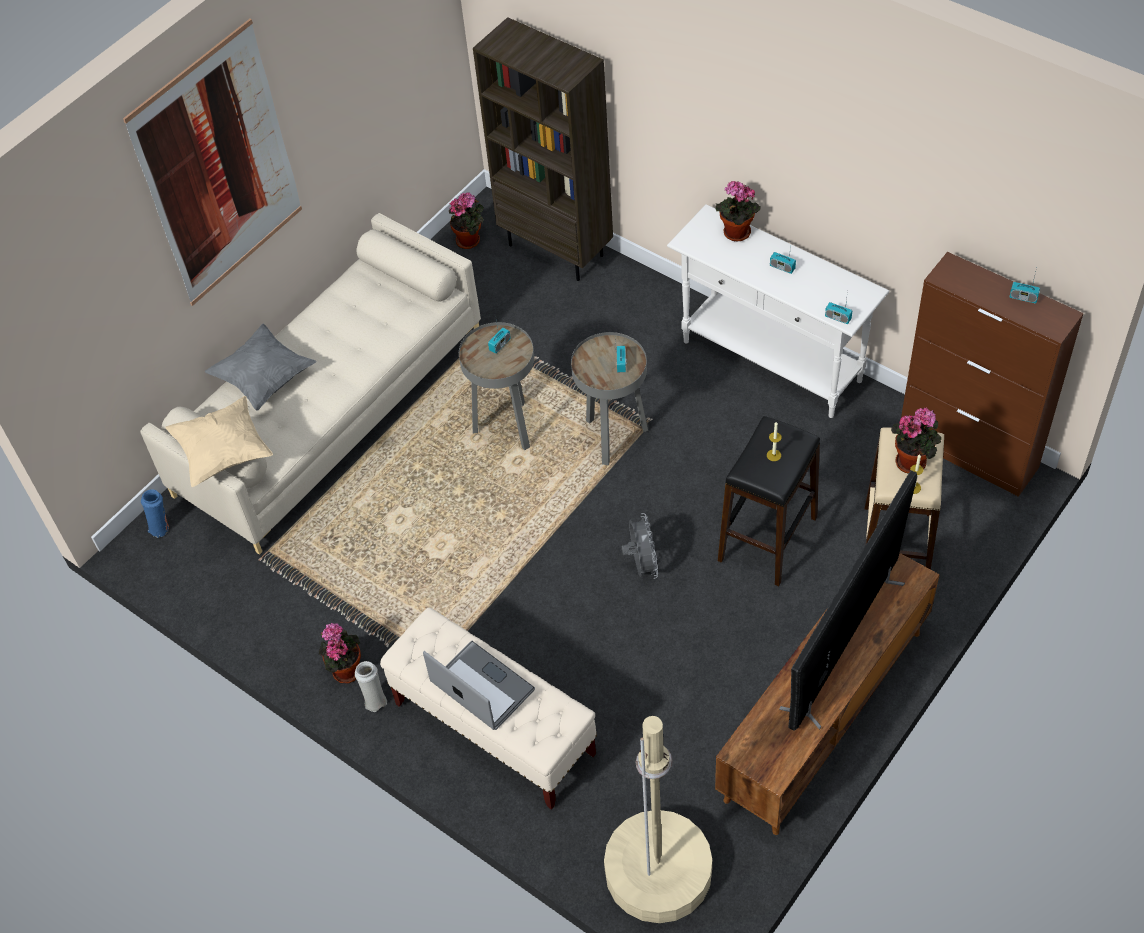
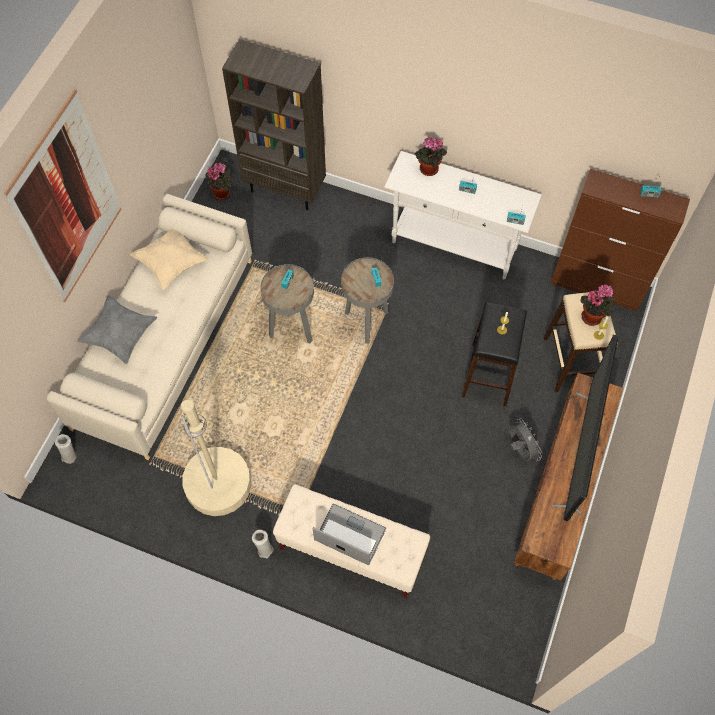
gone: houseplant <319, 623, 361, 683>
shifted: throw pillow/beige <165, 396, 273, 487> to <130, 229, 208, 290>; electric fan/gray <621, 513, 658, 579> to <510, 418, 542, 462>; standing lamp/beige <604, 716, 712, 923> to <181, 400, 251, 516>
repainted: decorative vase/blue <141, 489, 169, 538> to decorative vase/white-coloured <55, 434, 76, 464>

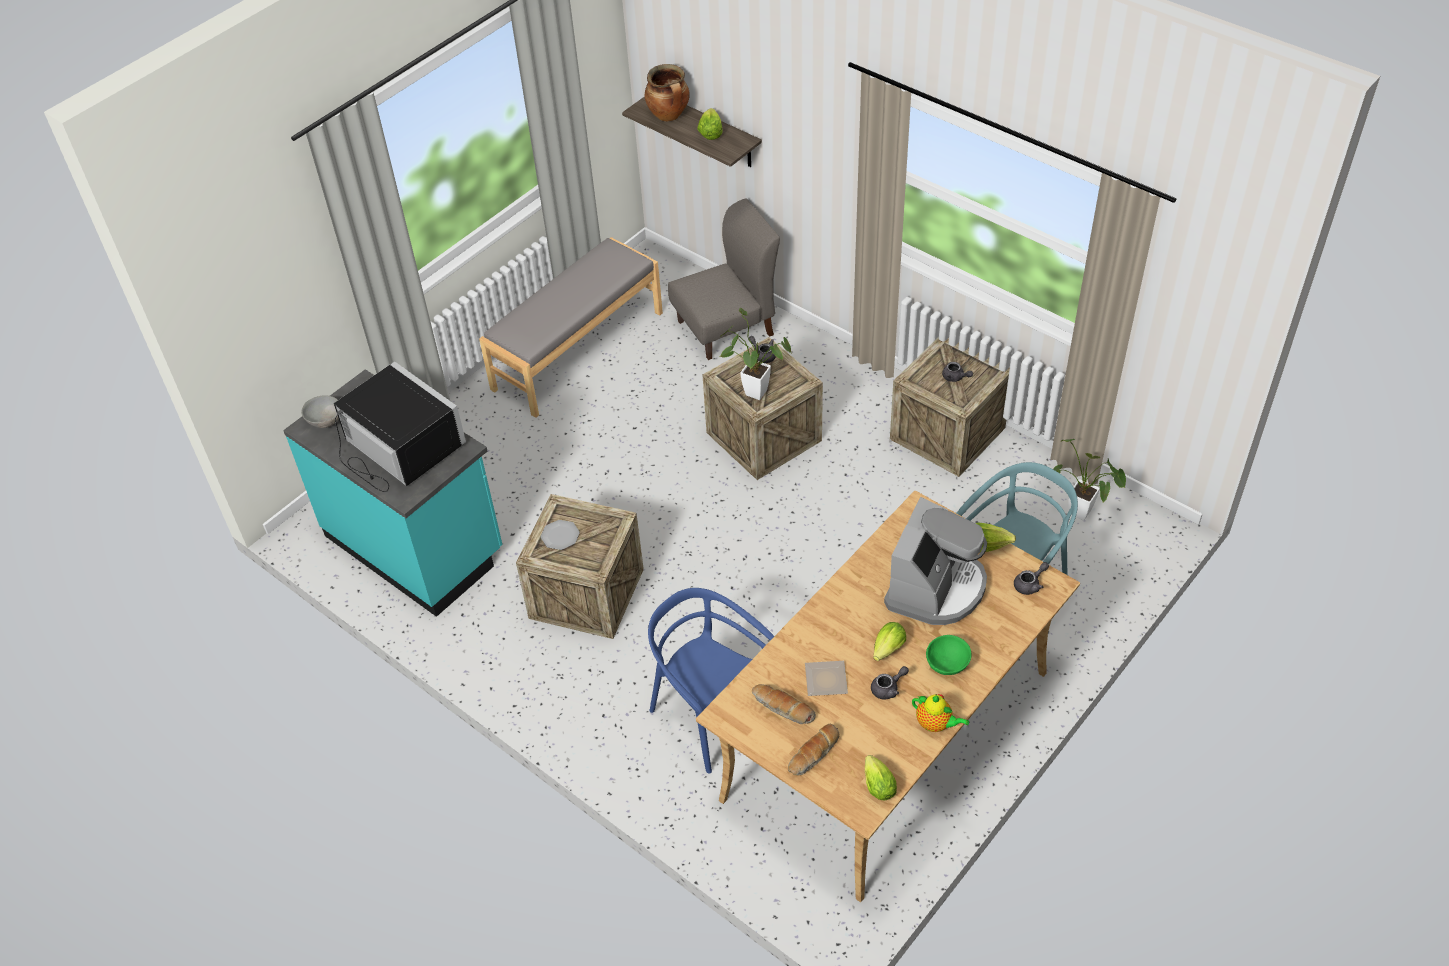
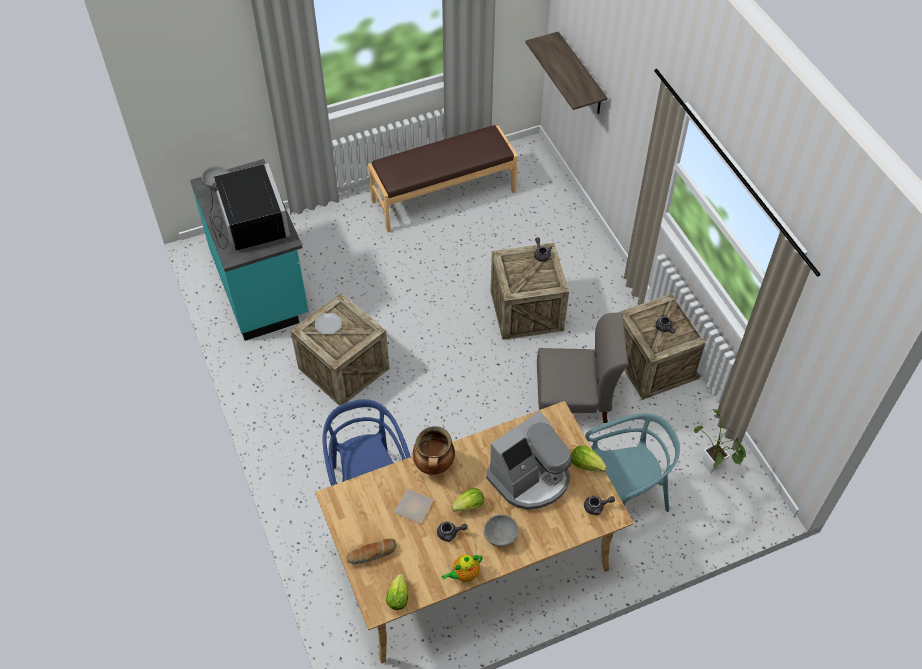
gone: lettuce <697, 108, 723, 140>; houseplant <719, 308, 792, 400>; bread <752, 684, 816, 724>
shifted: cooking pot <645, 64, 690, 122> to <413, 426, 455, 475>; upright chair/gray <668, 199, 780, 360> to <537, 313, 628, 423>
repainted: bench/gray <479, 237, 663, 418> to bench/brown <368, 125, 518, 232>; serving bowl/greenish <926, 635, 972, 675> to serving bowl/gray <483, 515, 519, 547>
rotated: teapot <912, 694, 969, 732> = <442, 555, 483, 582> 90 degrees clockwise

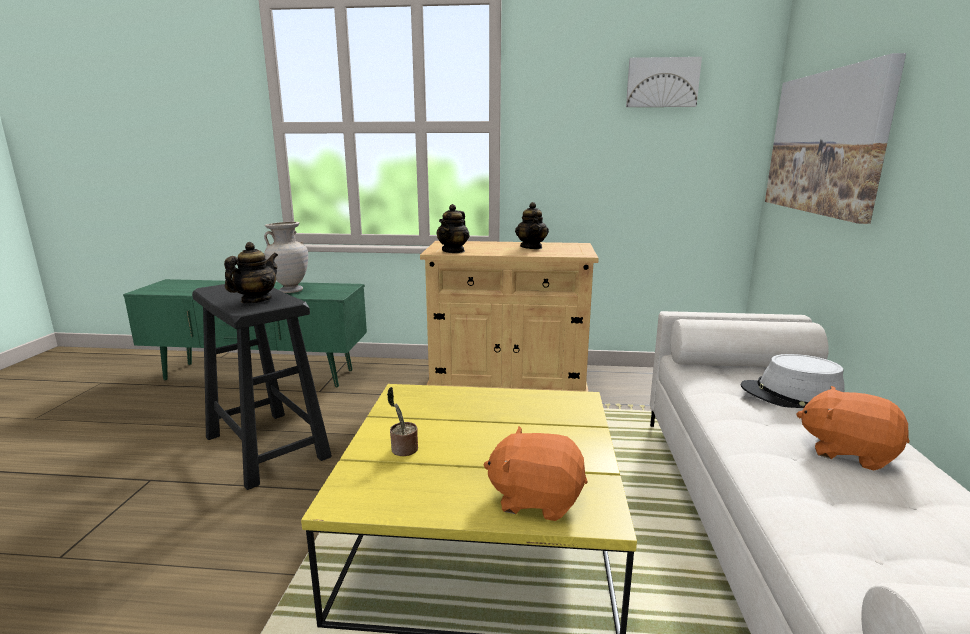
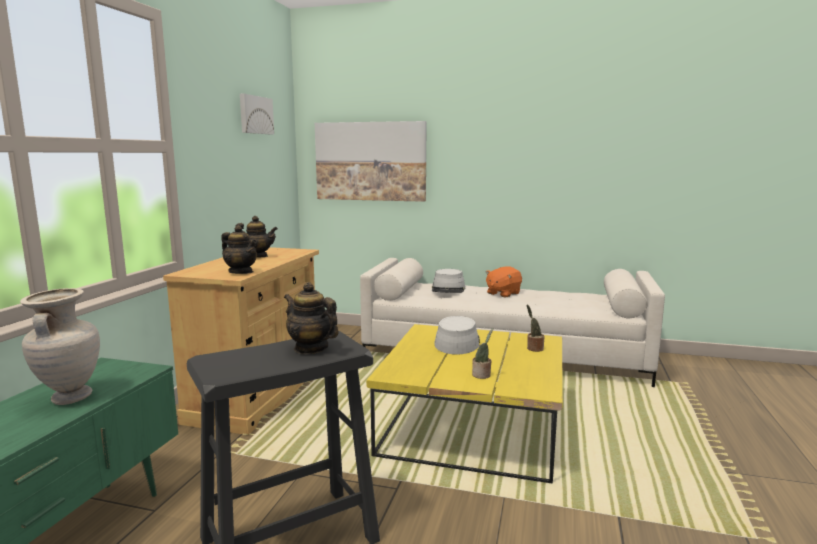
new: clothing hat/gray <434, 316, 480, 355>
swapped: plush toy/orangey <483, 426, 587, 521> to houseplant <527, 305, 545, 352>

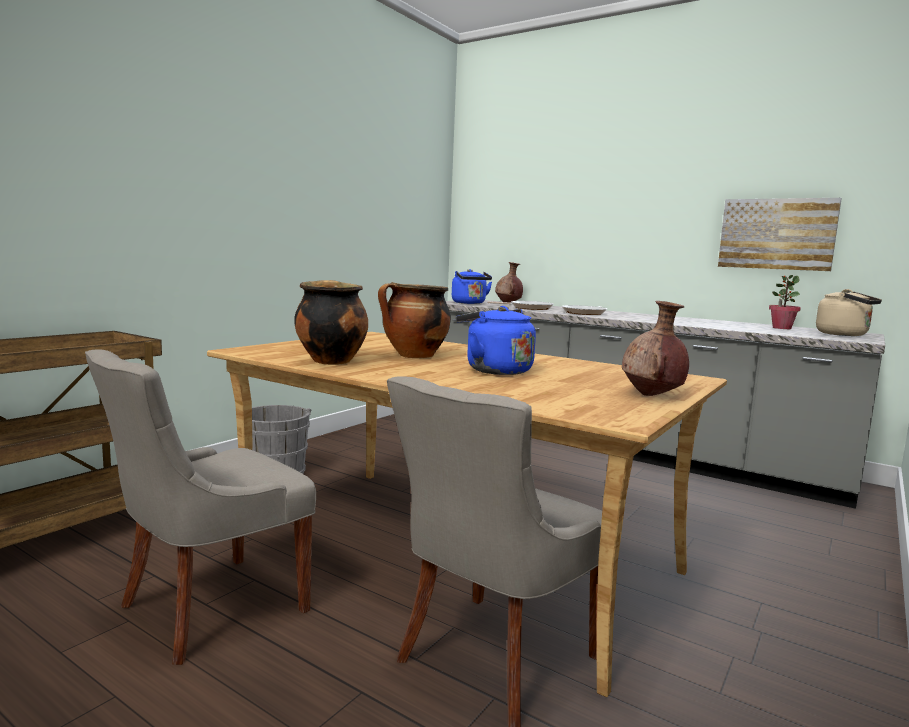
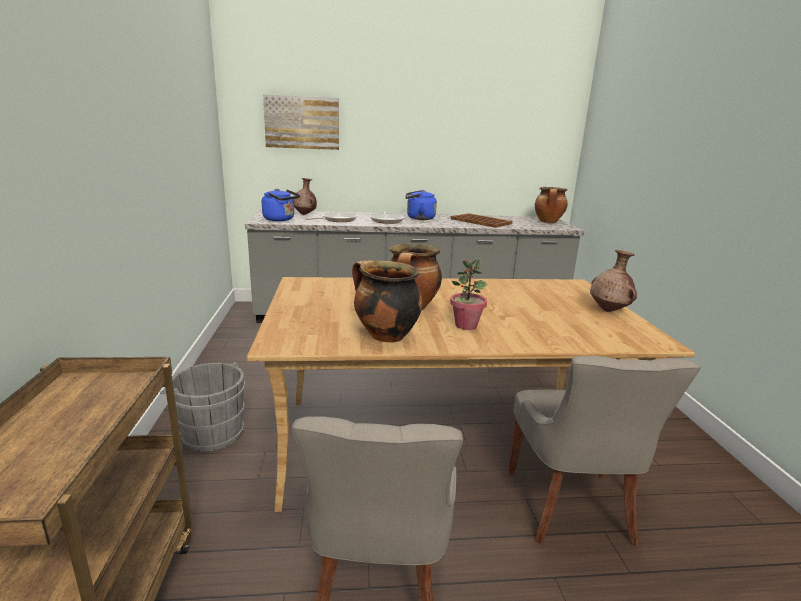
new: serving tray/brown <451, 213, 513, 228>
shifted: wall picture <718, 198, 842, 271> to <263, 94, 339, 150>; houseplant <769, 275, 801, 329> to <450, 259, 487, 330>; kettle/blue <456, 306, 536, 375> to <405, 190, 437, 220>
swapped: kettle/beige <816, 289, 882, 336> to cooking pot <535, 187, 568, 223>

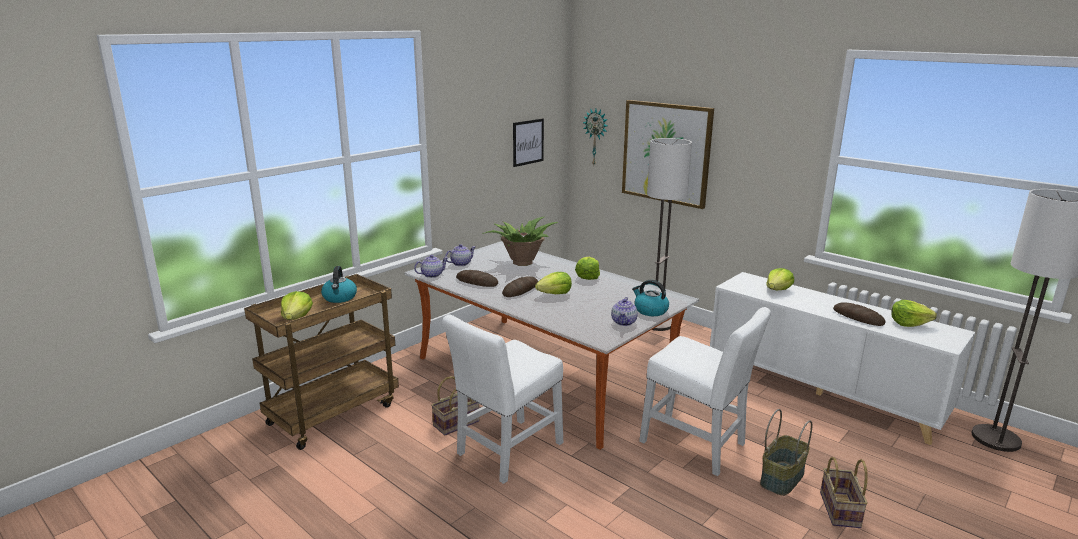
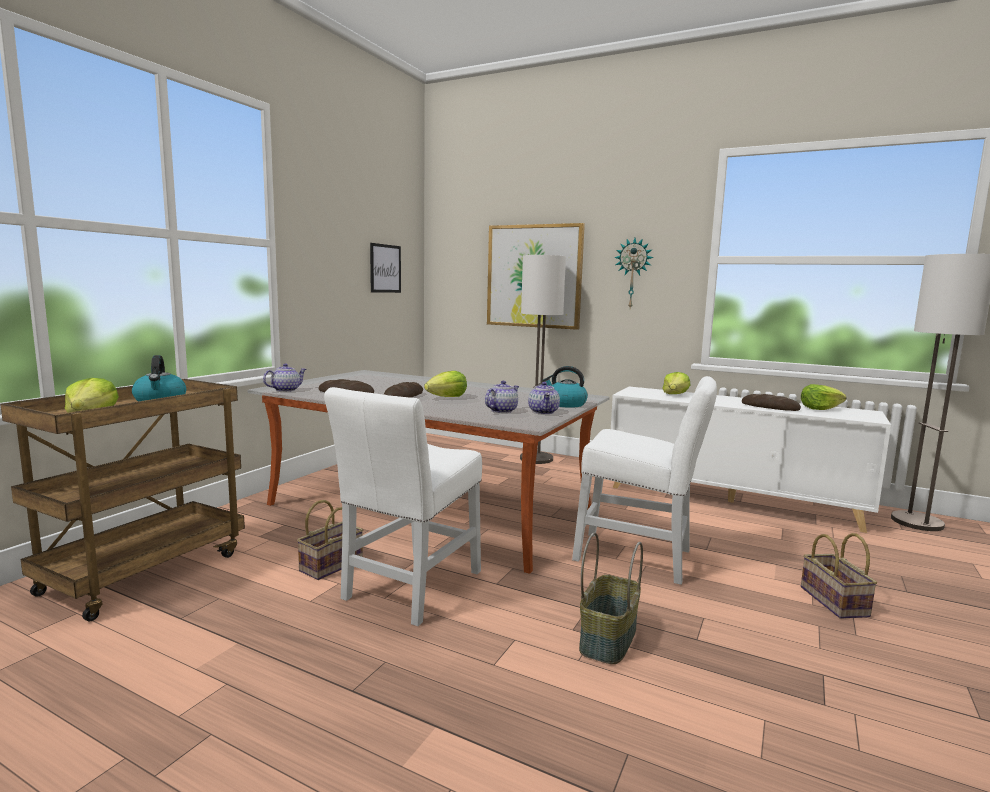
gone: houseplant <482, 217, 558, 266>; lettuce <575, 257, 600, 280>
shifted: hanging clock <583, 108, 608, 165> to <614, 238, 653, 308>; teapot <445, 244, 476, 266> to <485, 381, 519, 413>; basket <760, 409, 812, 496> to <579, 532, 643, 664>

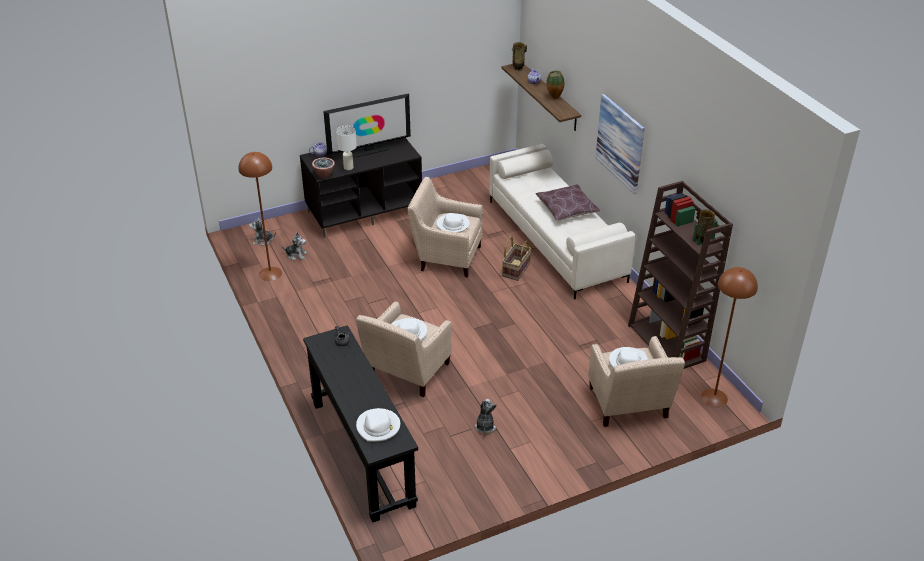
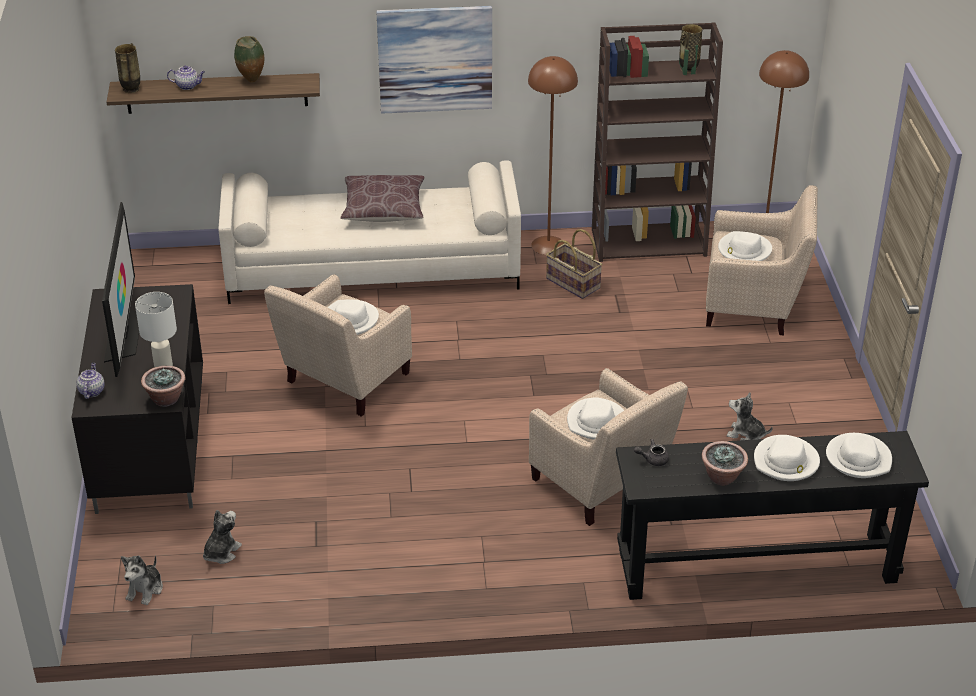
new: clothing hat/white-coloured <754, 435, 820, 481>; houseplant <702, 441, 748, 486>
shifted: standing lamp/brown <238, 152, 282, 281> to <528, 56, 578, 255>; basket <502, 236, 531, 281> to <546, 229, 603, 299>

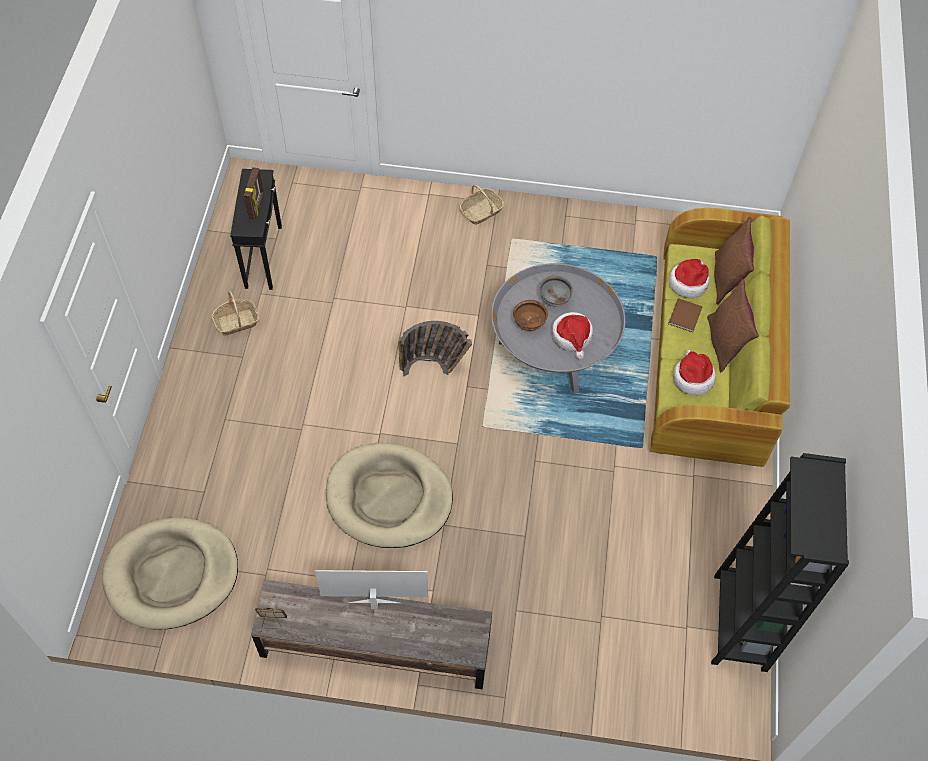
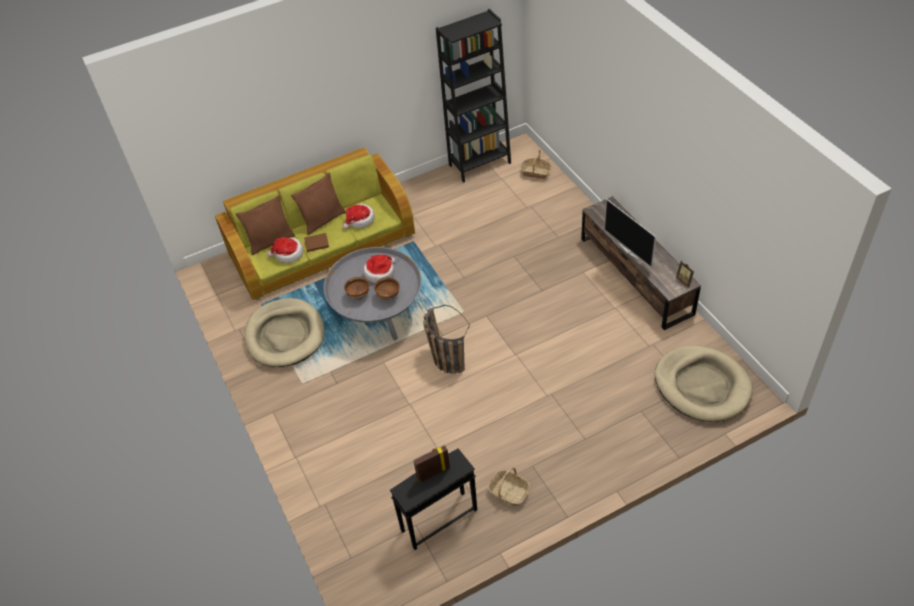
shifted: basket <459, 185, 504, 225> to <520, 150, 551, 179>; dog bed/beige <326, 442, 453, 548> to <244, 298, 325, 367>
repainted: serving bowl/gray <540, 275, 573, 307> to serving bowl/brown <344, 277, 370, 300>

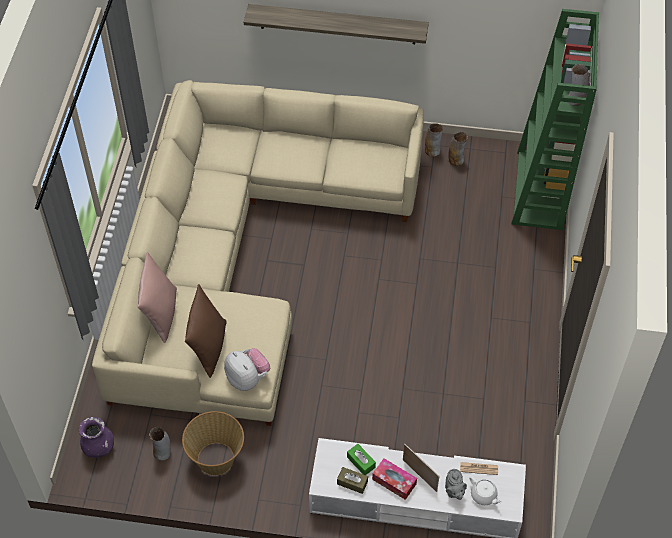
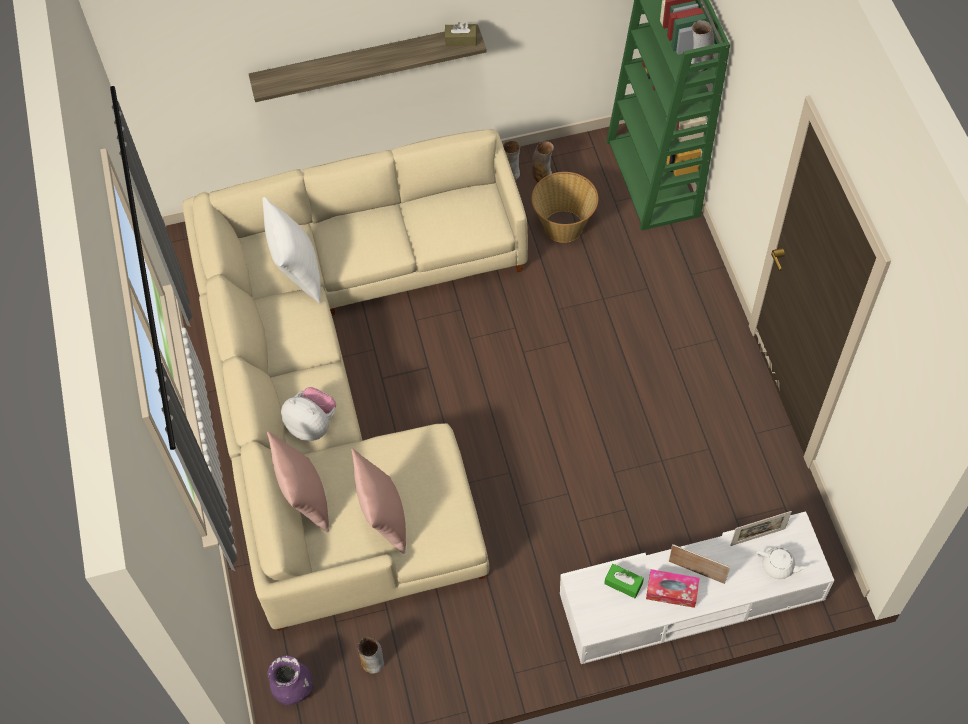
gone: teapot/gray <445, 469, 467, 500>
new: throw pillow/white-coloured <263, 197, 321, 303>
shifted: plush toy <224, 348, 270, 391> to <281, 387, 336, 441>; basket <182, 411, 244, 475> to <531, 172, 598, 243>; tissue box/brown <337, 467, 368, 494> to <445, 22, 477, 46>
swapped: printed paper <460, 462, 498, 475> to picture frame <730, 511, 792, 546>
repainted: throw pillow/brown <185, 284, 227, 378> to throw pillow/pink <351, 448, 406, 554>

